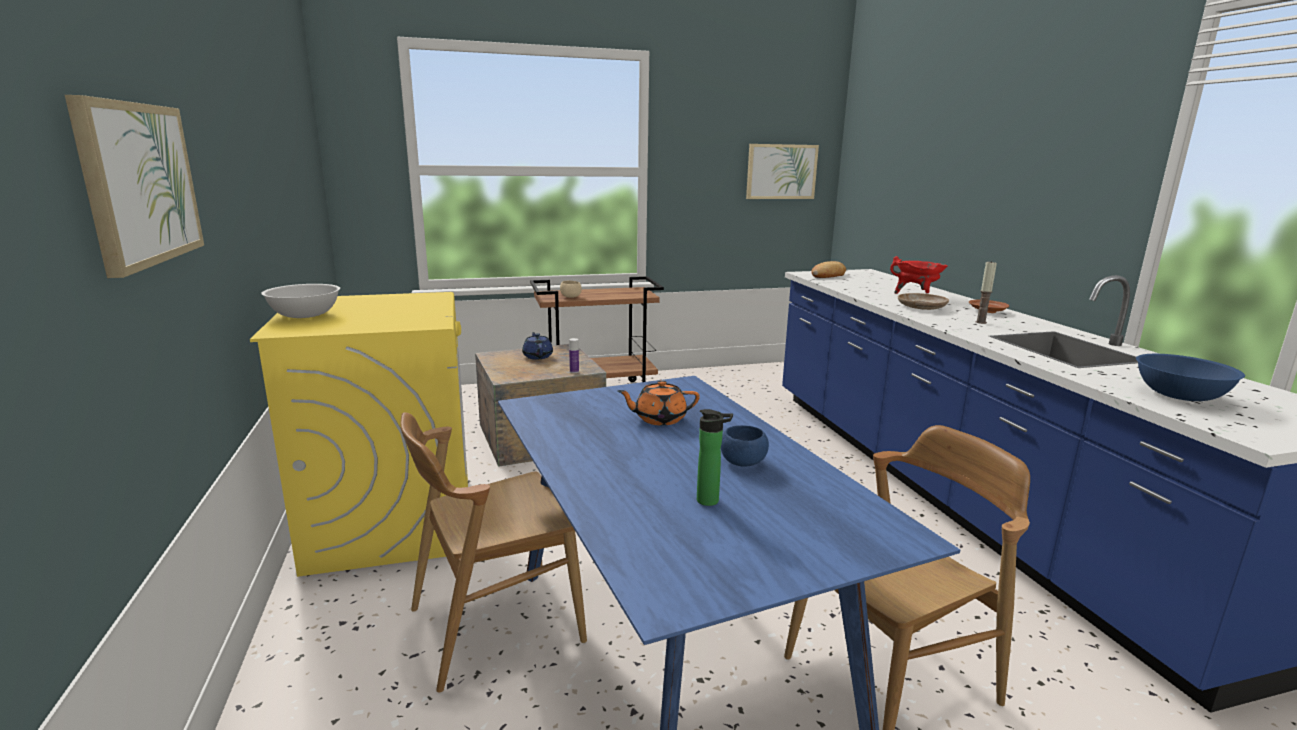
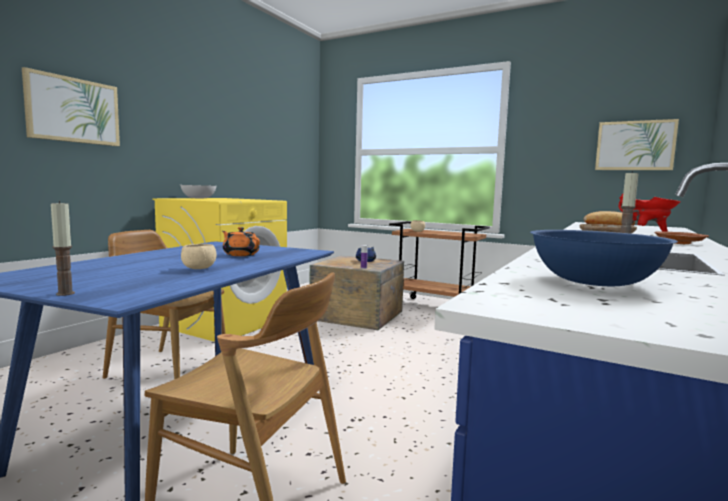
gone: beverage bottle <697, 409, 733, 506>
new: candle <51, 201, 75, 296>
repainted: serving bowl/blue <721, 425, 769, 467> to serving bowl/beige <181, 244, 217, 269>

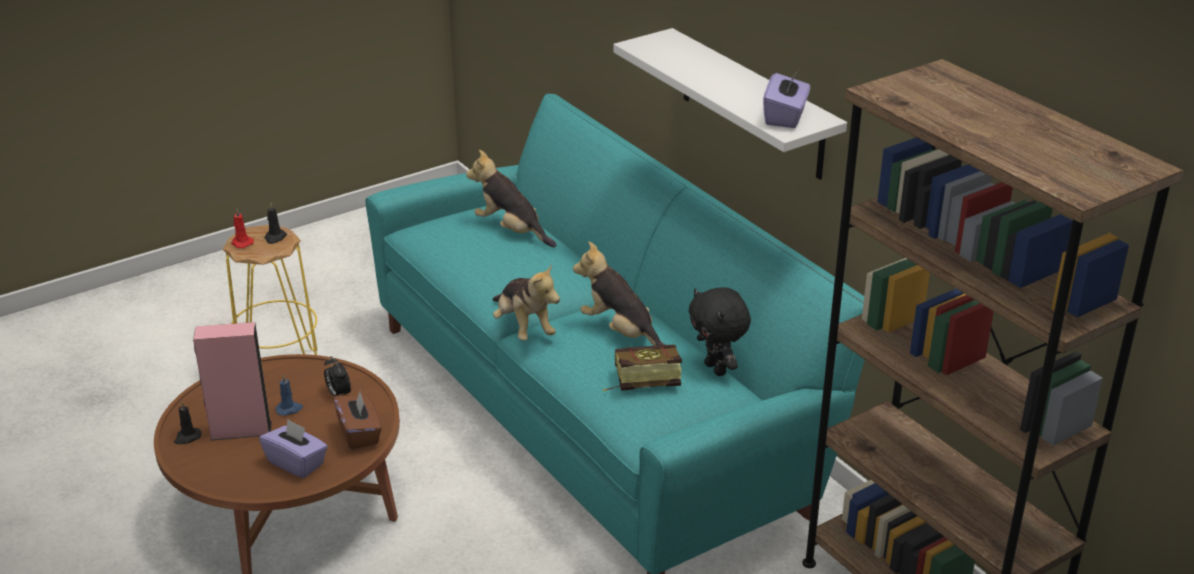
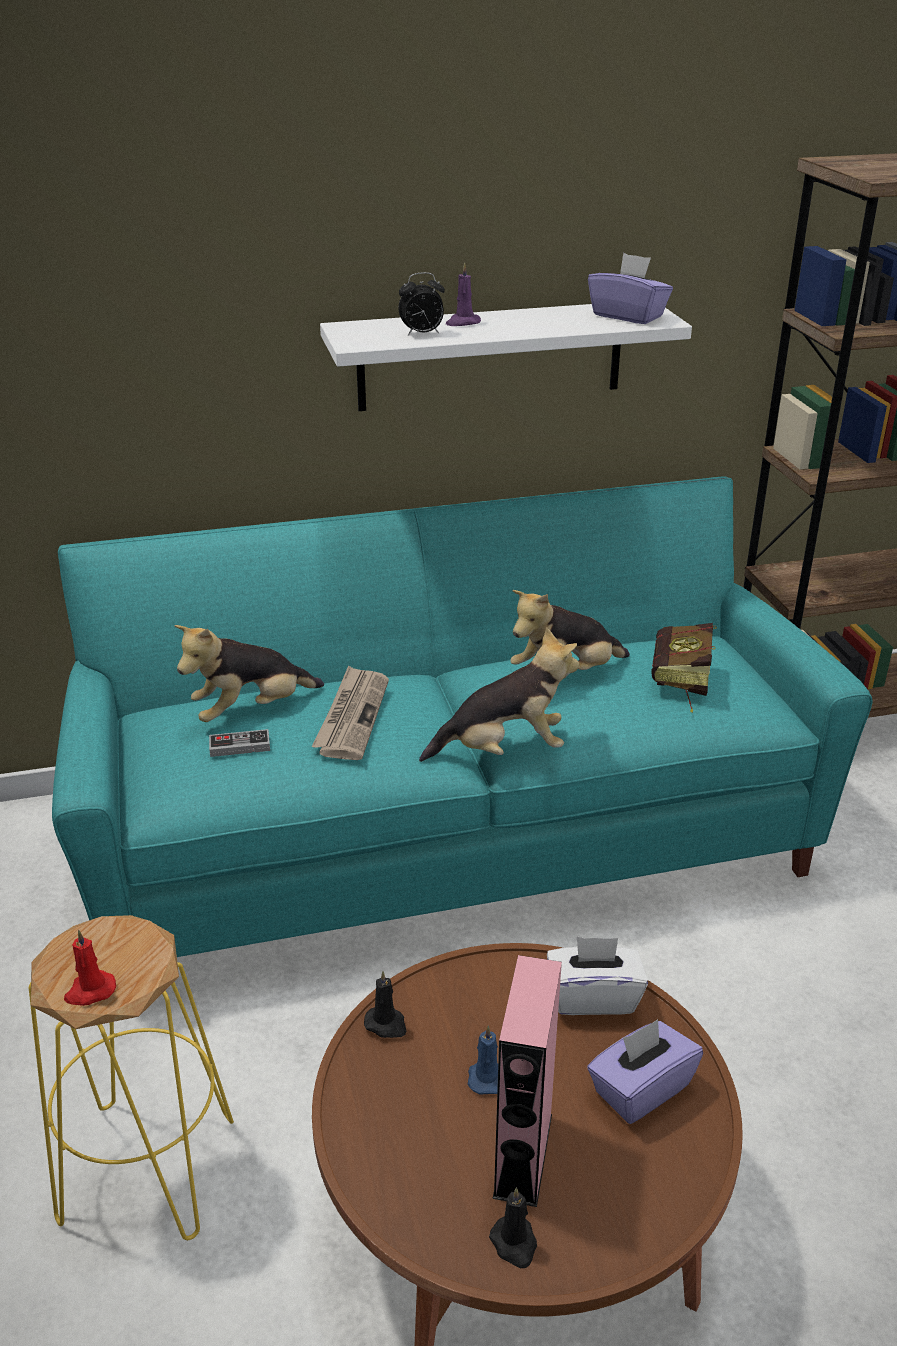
gone: plush toy/black-coloured <689, 287, 751, 376>
new: candle/purplish <446, 262, 481, 326>; printed paper <312, 665, 389, 760>; gamepad <209, 729, 270, 757>
shifted: candle/black-coloured <265, 203, 287, 244> to <364, 971, 406, 1038>; table clock <324, 356, 351, 396> to <398, 272, 445, 336>
repainted: tissue box/brown <334, 391, 382, 450> to tissue box/white-coloured <547, 937, 648, 1015>

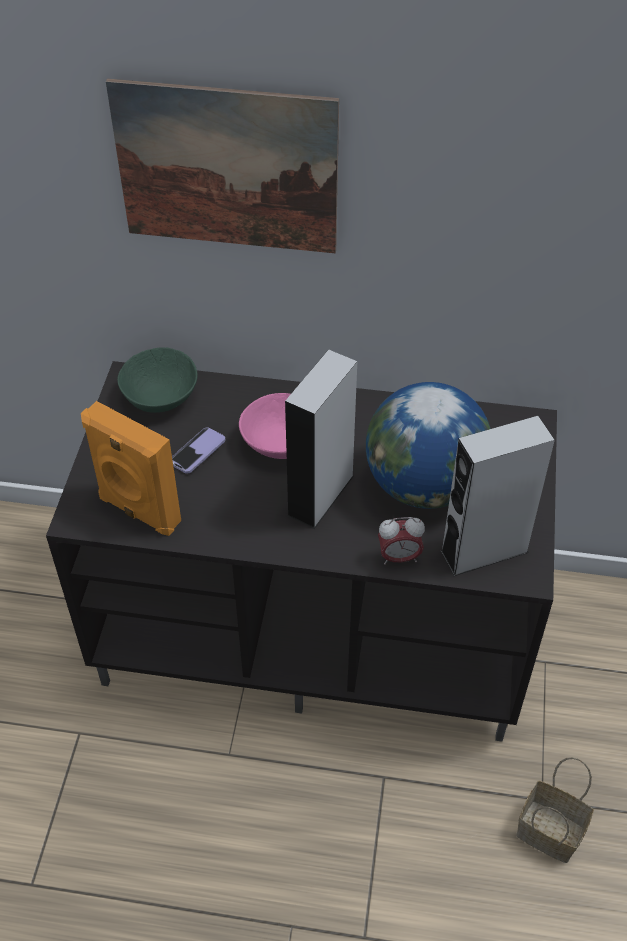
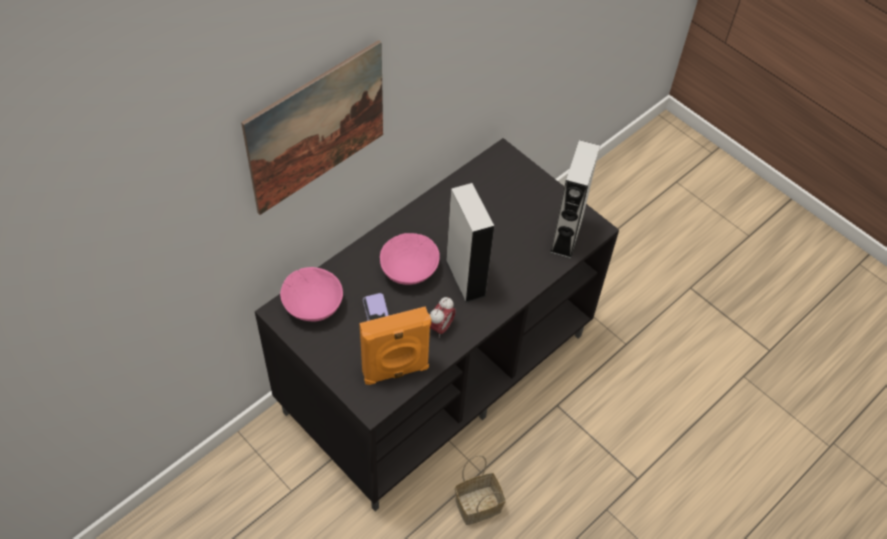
gone: world globe <366, 382, 491, 509>
shifted: table clock <378, 517, 425, 565> to <430, 297, 456, 338>; basket <516, 757, 594, 863> to <455, 455, 506, 525>
repainted: serving bowl/greenish <117, 347, 198, 413> to serving bowl/pink <280, 267, 343, 322>

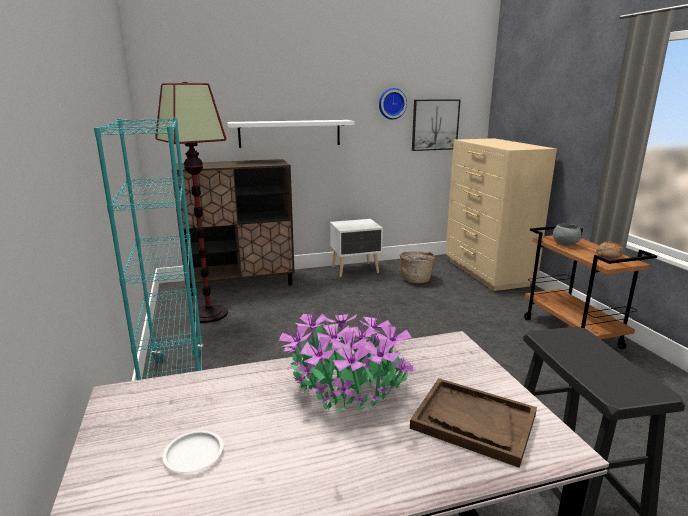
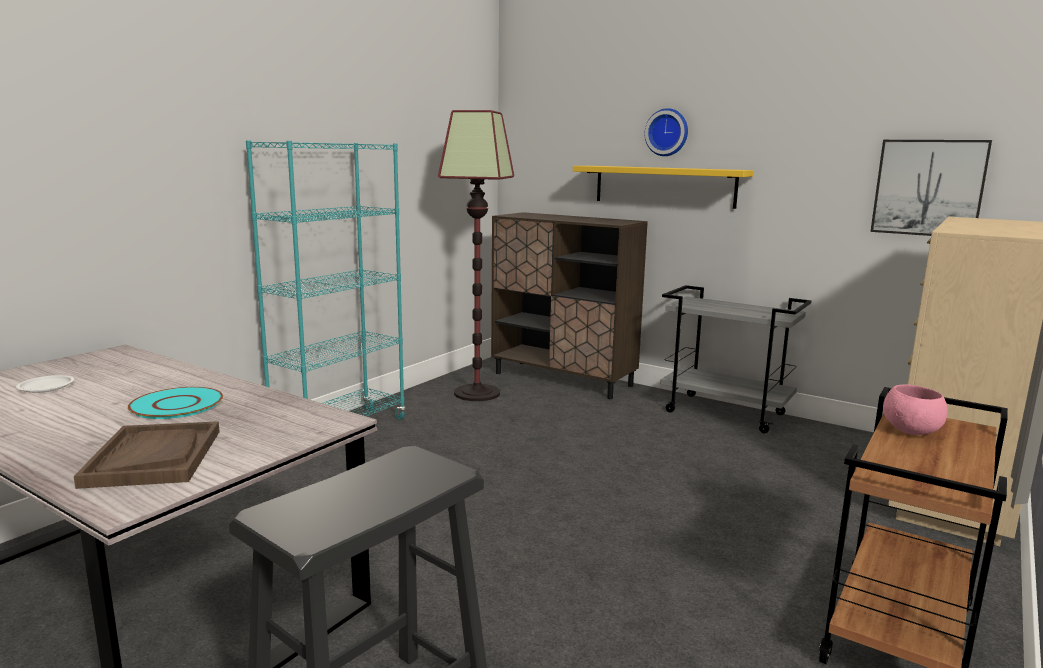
gone: bread <596, 241, 623, 259>; basket <400, 251, 435, 283>
shifted: hanging clock <379, 88, 407, 120> to <645, 108, 688, 156>
swapped: night table/white-coloured <330, 219, 383, 277> to cart/gray <660, 285, 812, 433>; houseplant <279, 308, 416, 413> to flat dish/turquoise <128, 387, 223, 419>
repainted: shelf/white-coloured <227, 120, 354, 148> to shelf/yellow-coloured <573, 166, 754, 209>; serving bowl/gray <553, 224, 582, 246> to serving bowl/pink <883, 384, 948, 435>

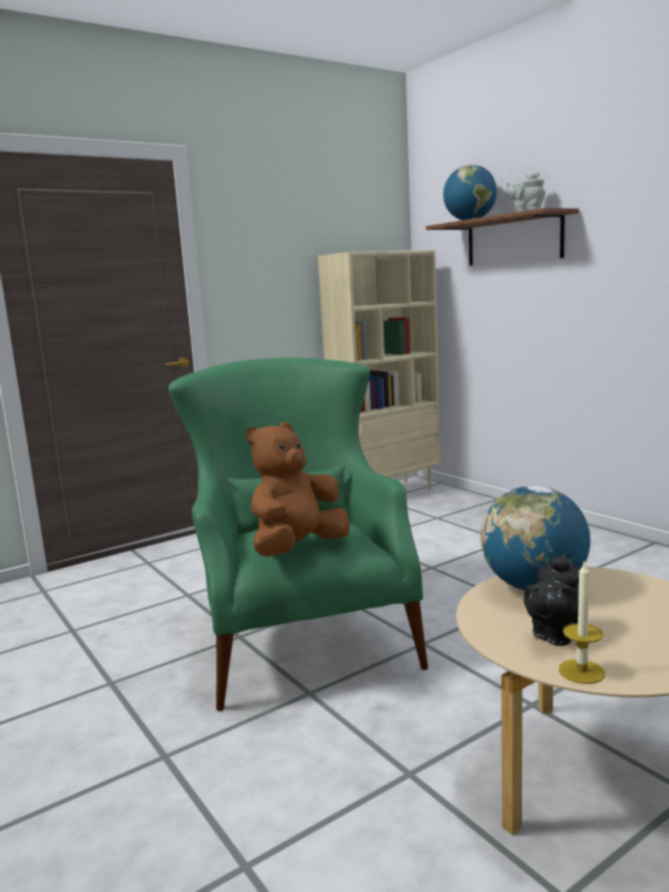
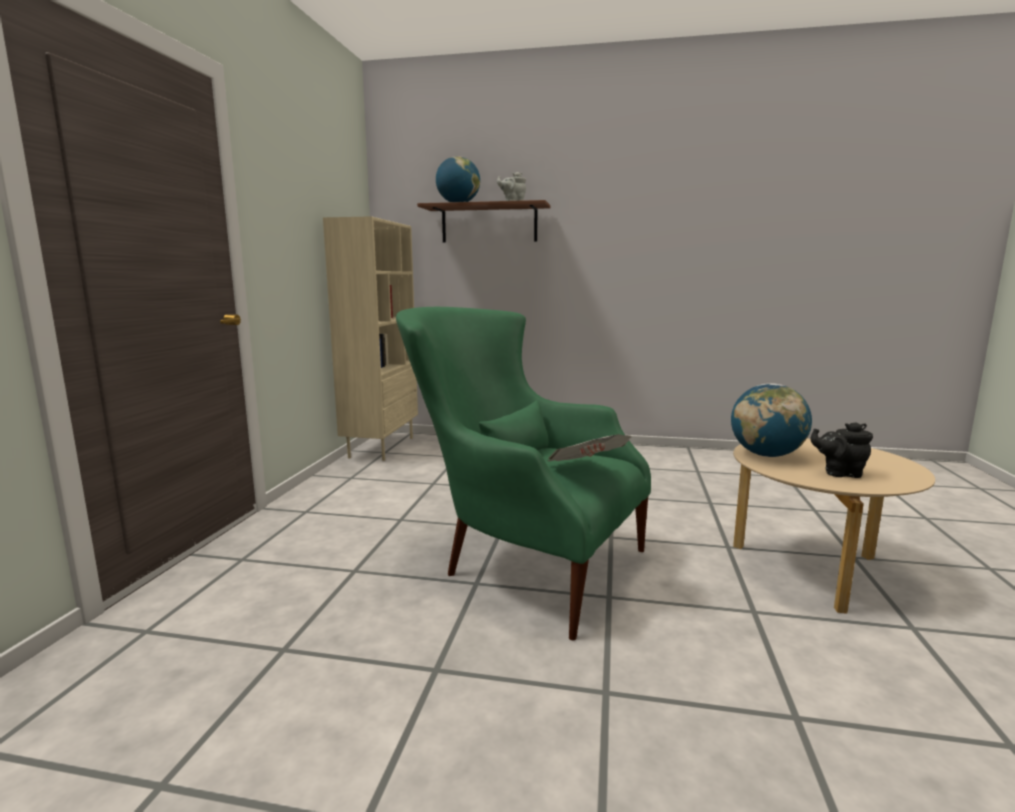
gone: candle <559, 560, 605, 684>
swapped: plush toy/brown <246, 422, 350, 557> to printed paper <547, 434, 632, 461>
rotated: teapot/black-coloured <523, 554, 580, 646> = <810, 422, 873, 478> 105 degrees clockwise

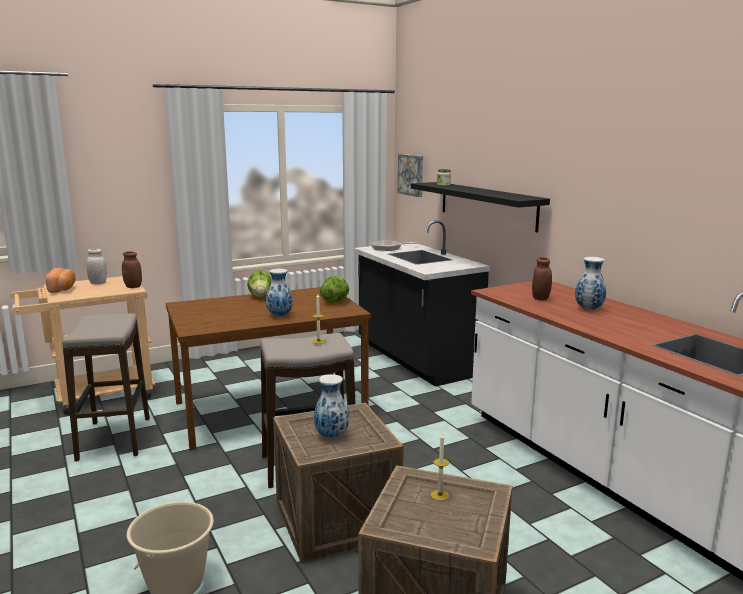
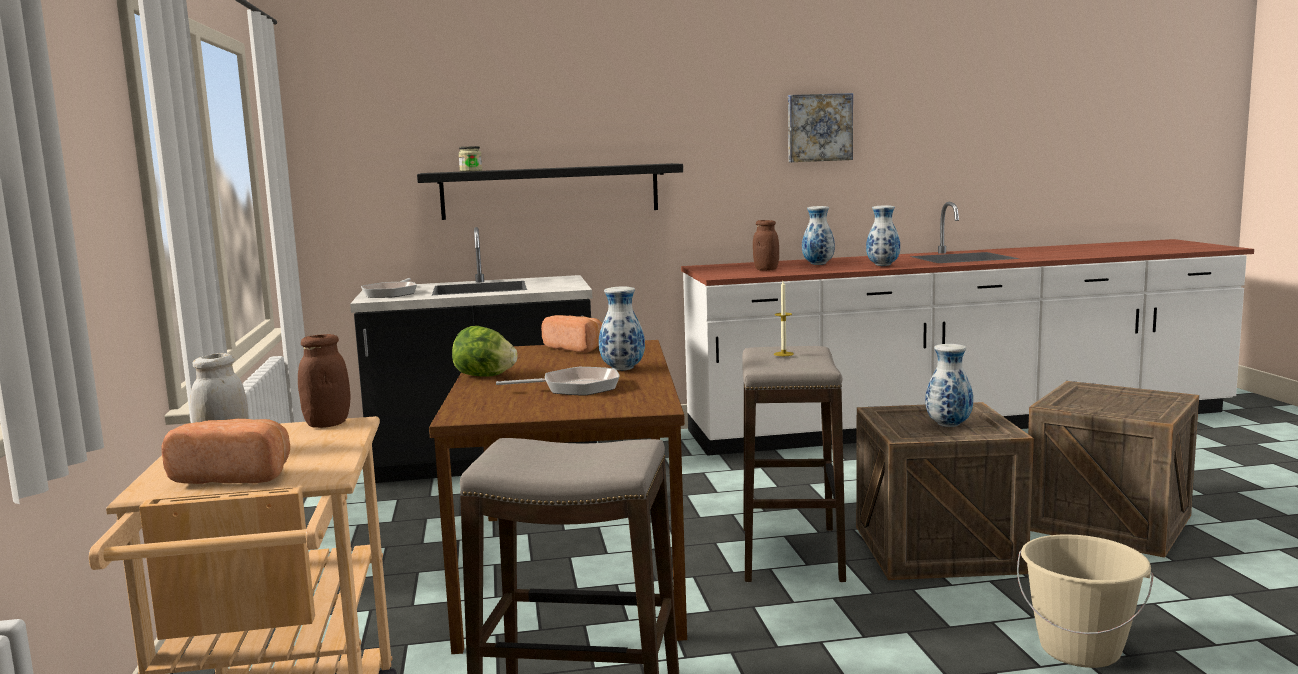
gone: candle <431, 434, 449, 501>
new: decorative vase <866, 205, 900, 266>; skillet <496, 367, 620, 396>
shifted: wall picture <398, 154, 423, 197> to <788, 93, 853, 162>
swapped: lettuce <320, 276, 349, 303> to bread <541, 315, 602, 352>

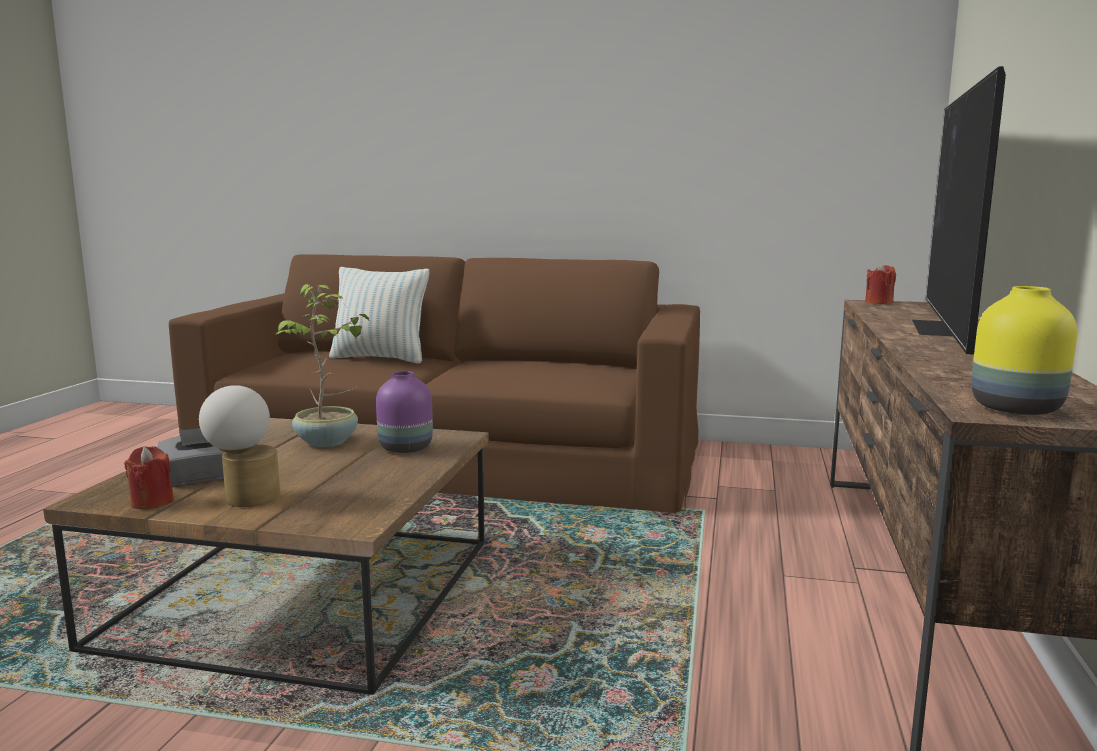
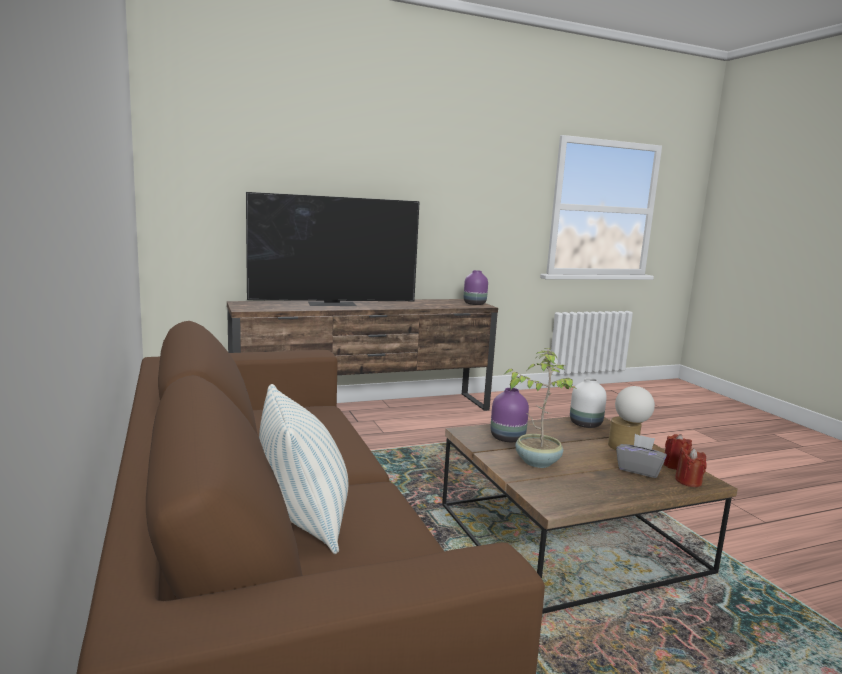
new: decorative vase/white-coloured <570, 378, 607, 428>
shifted: candle/red <865, 263, 896, 304> to <675, 447, 707, 487>
repainted: decorative vase/yellow-coloured <971, 286, 1077, 415> to decorative vase/purplish <464, 270, 488, 305>

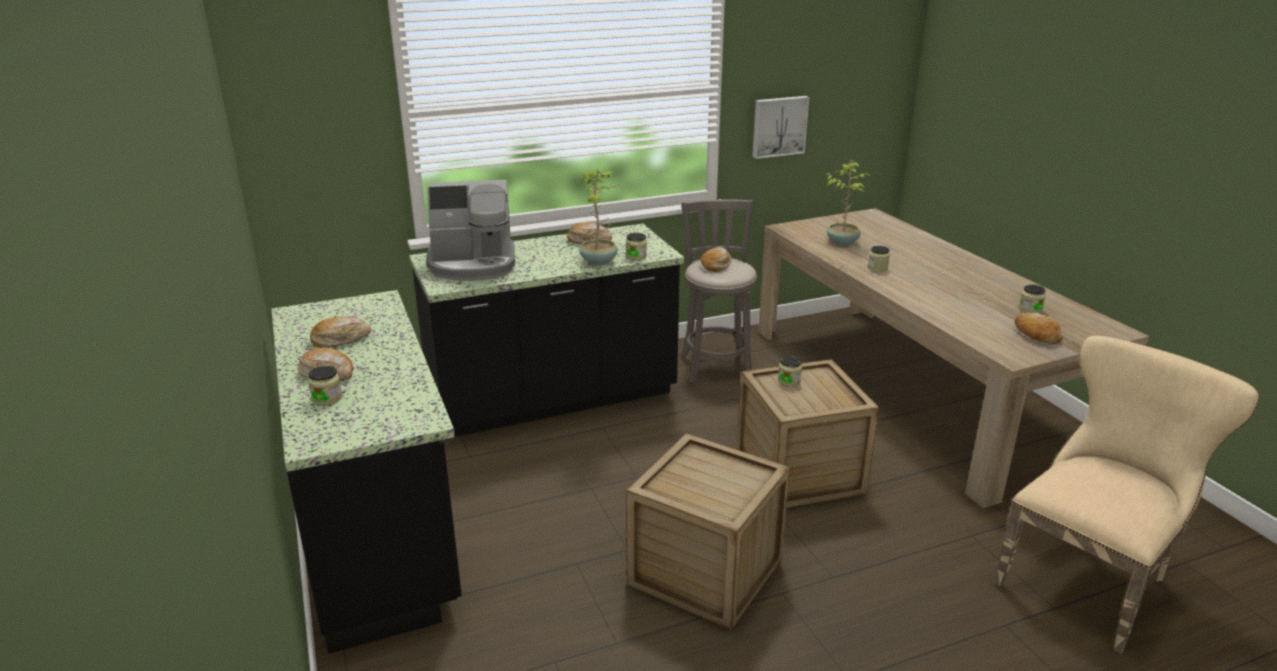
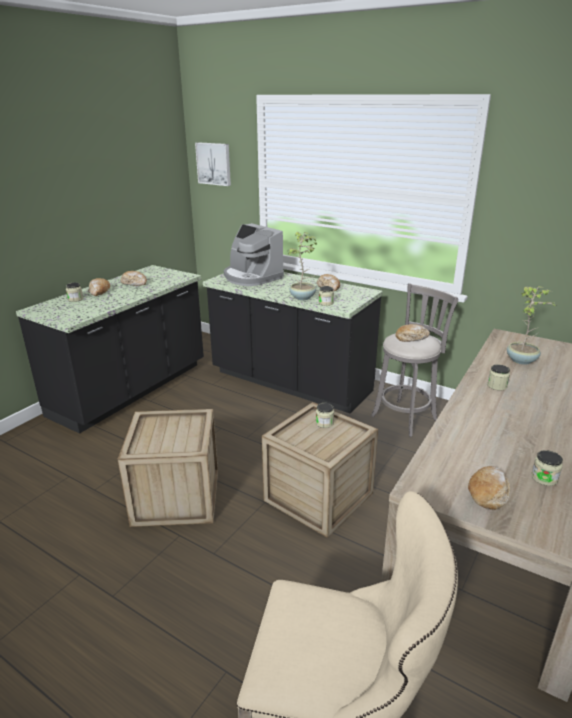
shifted: wall picture <752, 96, 809, 159> to <195, 142, 231, 186>

